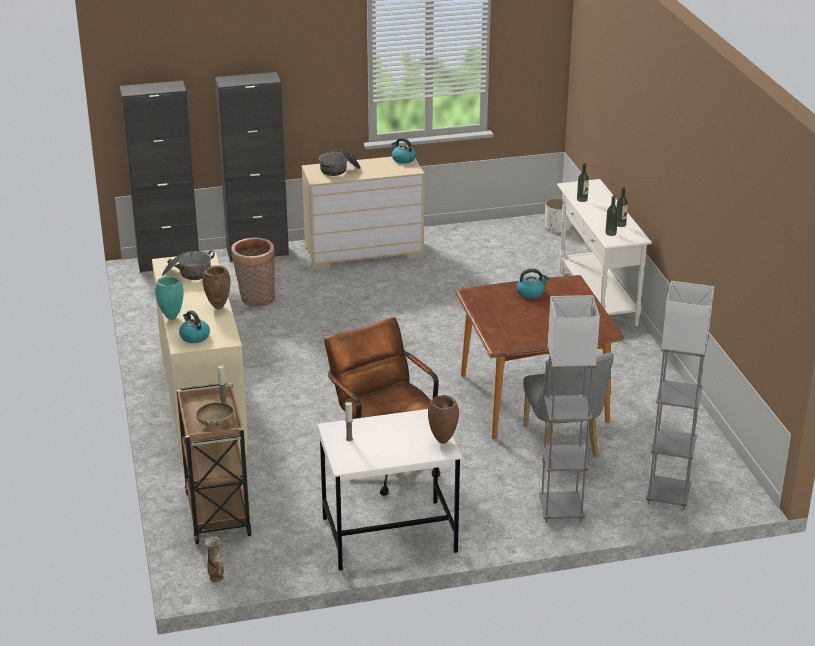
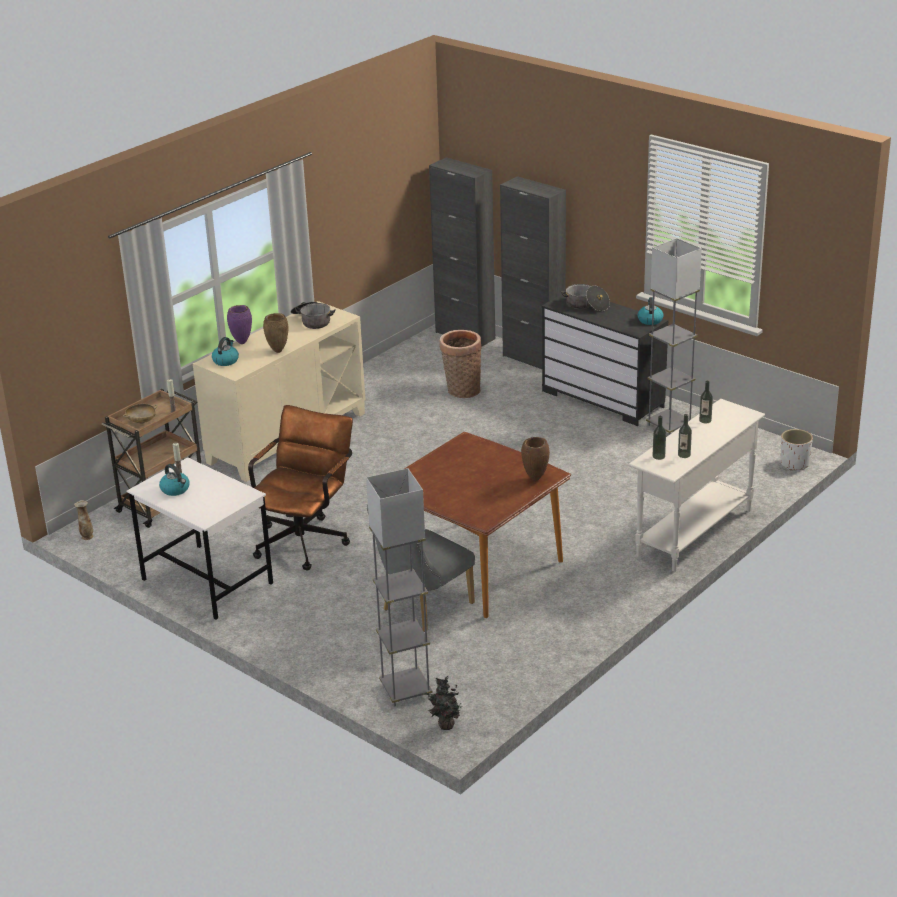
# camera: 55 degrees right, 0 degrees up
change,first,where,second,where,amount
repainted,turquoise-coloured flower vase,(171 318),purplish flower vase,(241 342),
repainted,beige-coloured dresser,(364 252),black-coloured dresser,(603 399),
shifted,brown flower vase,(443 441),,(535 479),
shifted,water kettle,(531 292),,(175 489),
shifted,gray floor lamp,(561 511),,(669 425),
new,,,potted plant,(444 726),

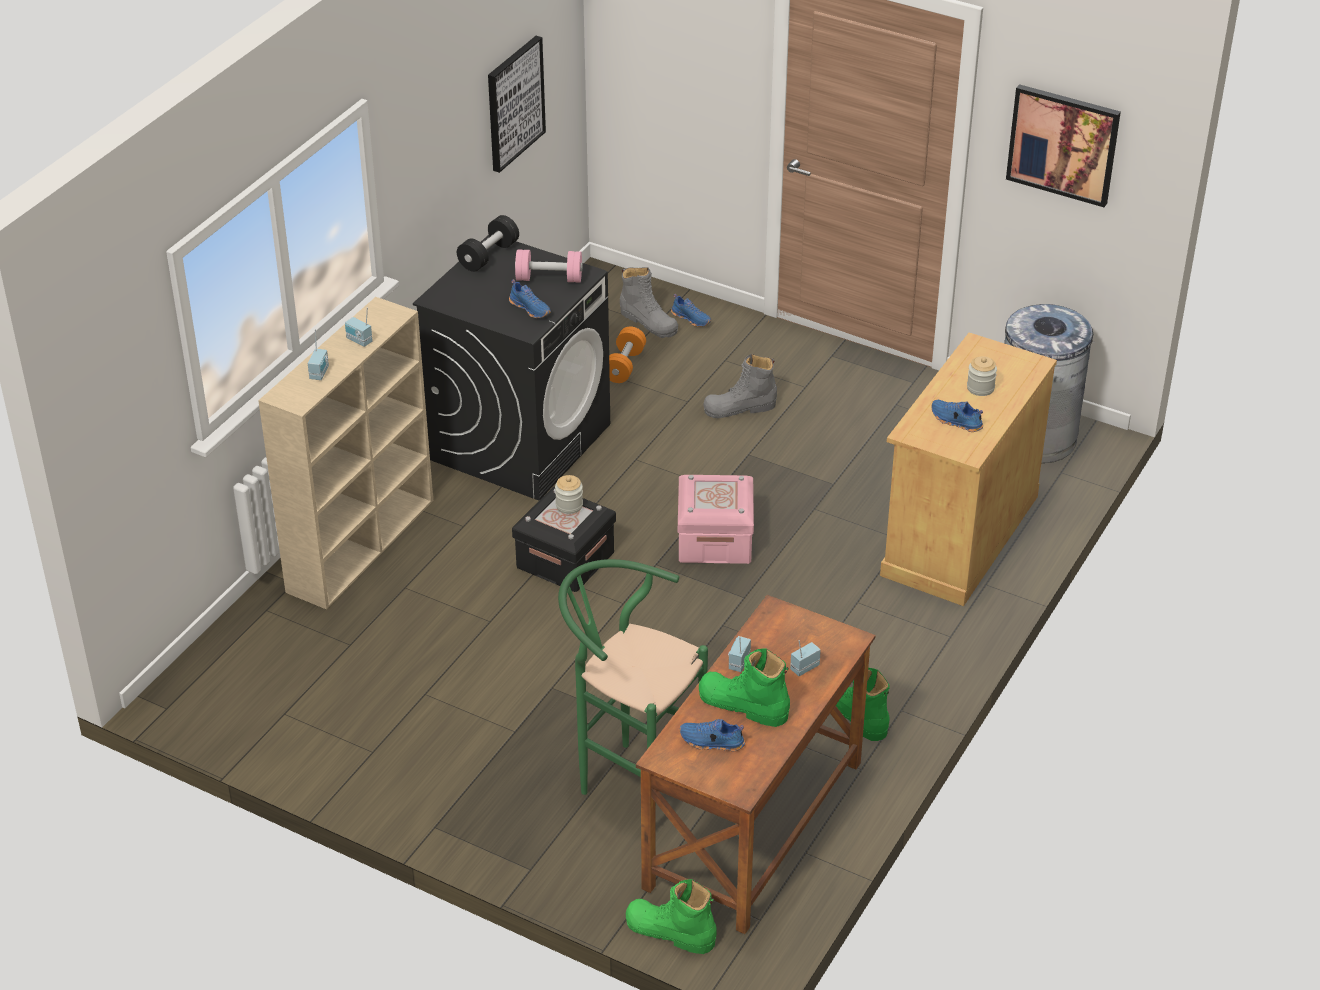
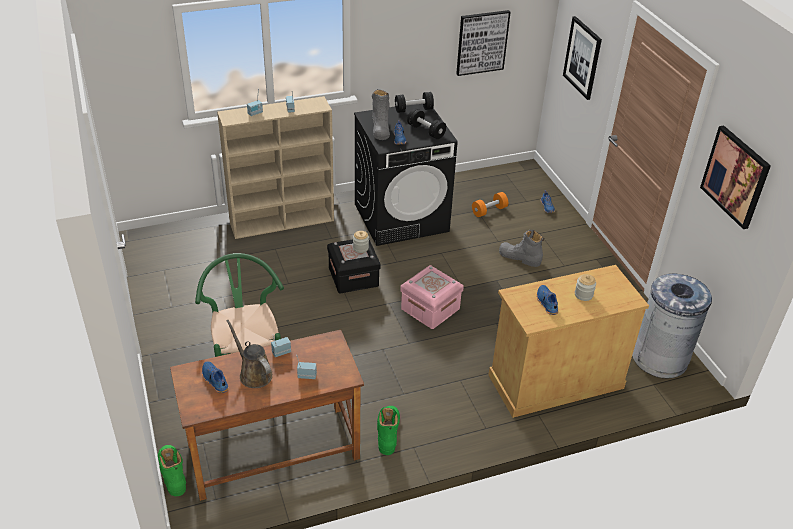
# camera: 40 degrees right, 0 degrees up
change,first,where,second,where,amount
repainted,pink-coloured free weight,(549 278),black-coloured free weight,(426 131),
shifted,gray boot,(648 322),,(380 128),
swapped,green boot,(743 705),brown watering can,(253 373),
new,,,picture,(582 57),

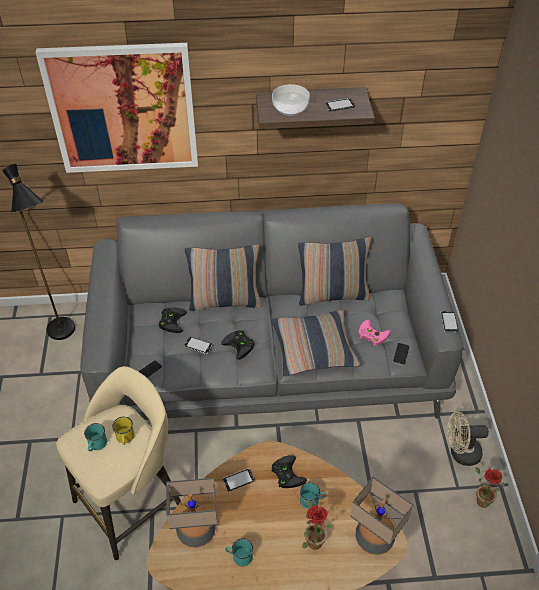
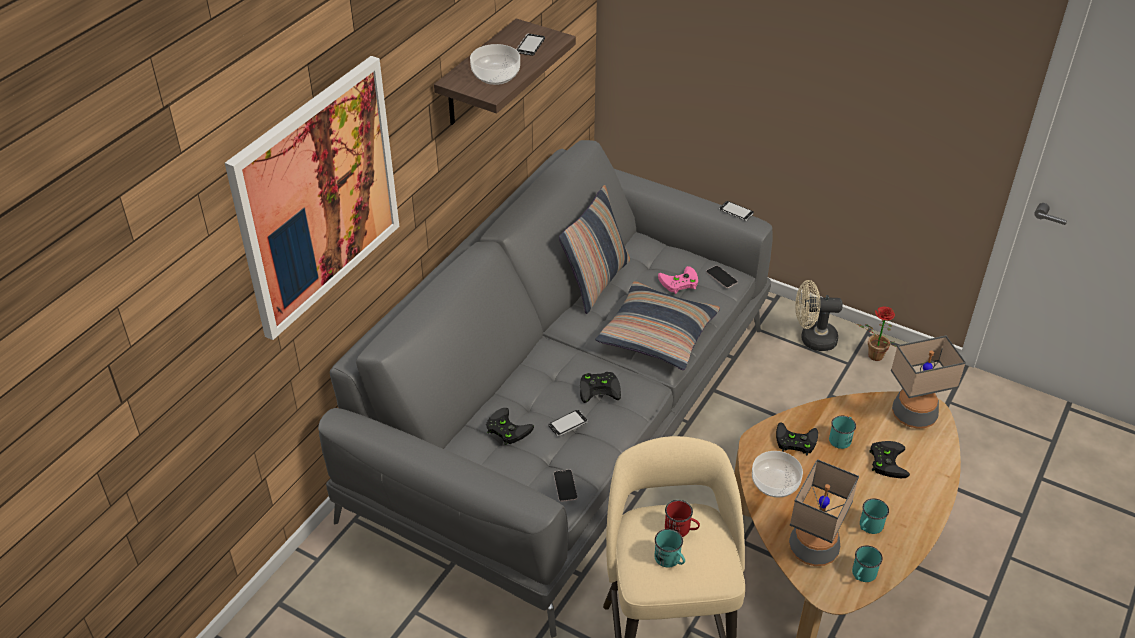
# camera: 55 degrees left, 5 degrees down
change,first,where,second,where,amount
gone,black-coloured floor lamp,(65 336),,,
repainted,yellow coffee mug,(125 438),red coffee mug,(681 529),
gone,pillow,(225 301),,,
swapped,handset,(238 480),deep dish,(774 483),
swapped,potted plant,(312 539),black-coloured gamepad,(886 460),
rotated,beige-coloured electric fan,(460 453),,(812 339),60 degrees clockwise
new,,,turquoise-coloured coffee mug,(862 575),

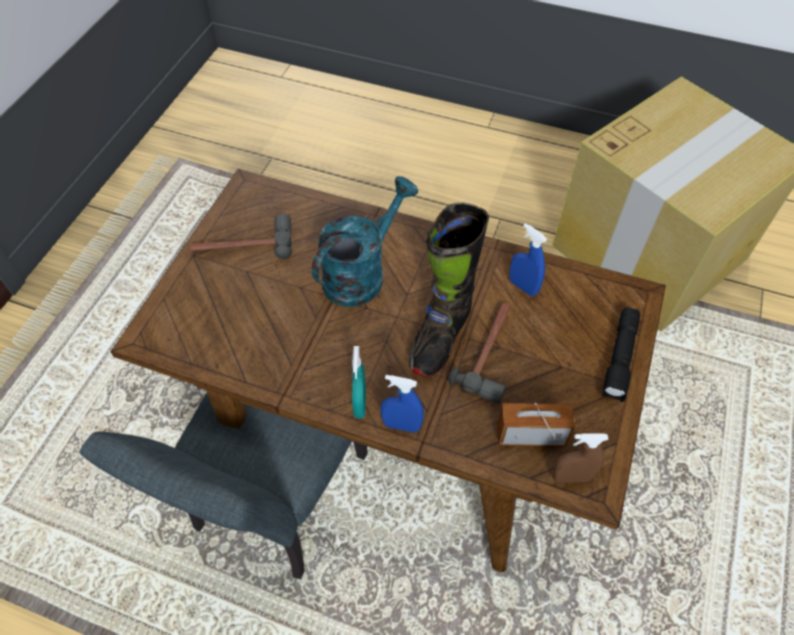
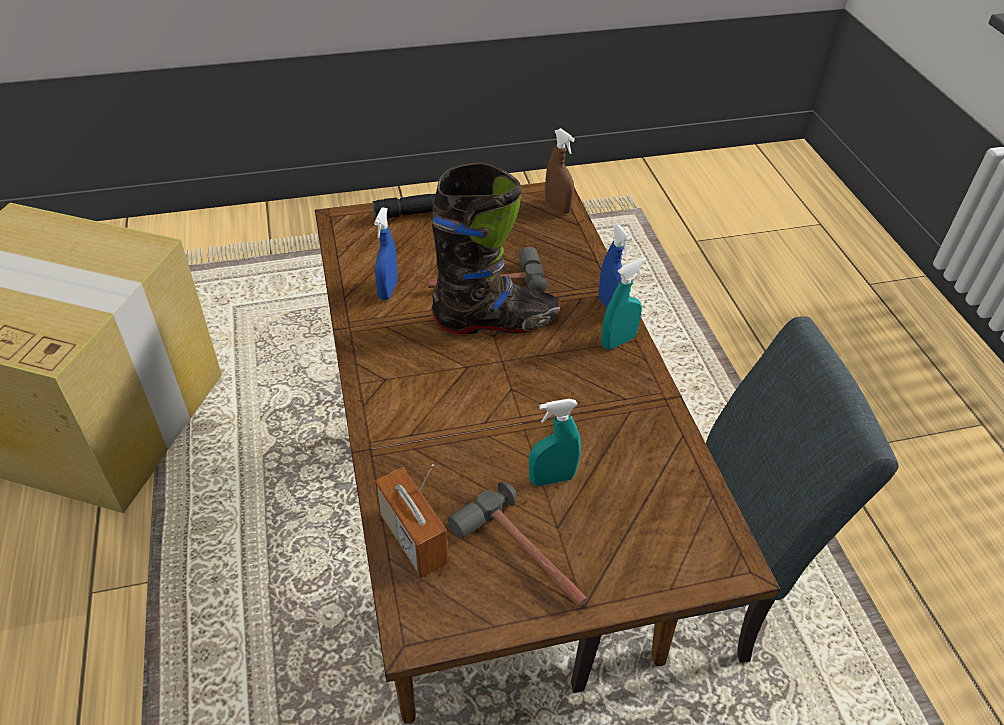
# camera: 125 degrees left, 10 degrees down
change,first,where,second,where,amount
gone,turquoise-coloured watering can,(361 273),,,
shifted,radio set,(530 435),,(412 539),
new,,,turquoise-coloured sprayer,(552 479),

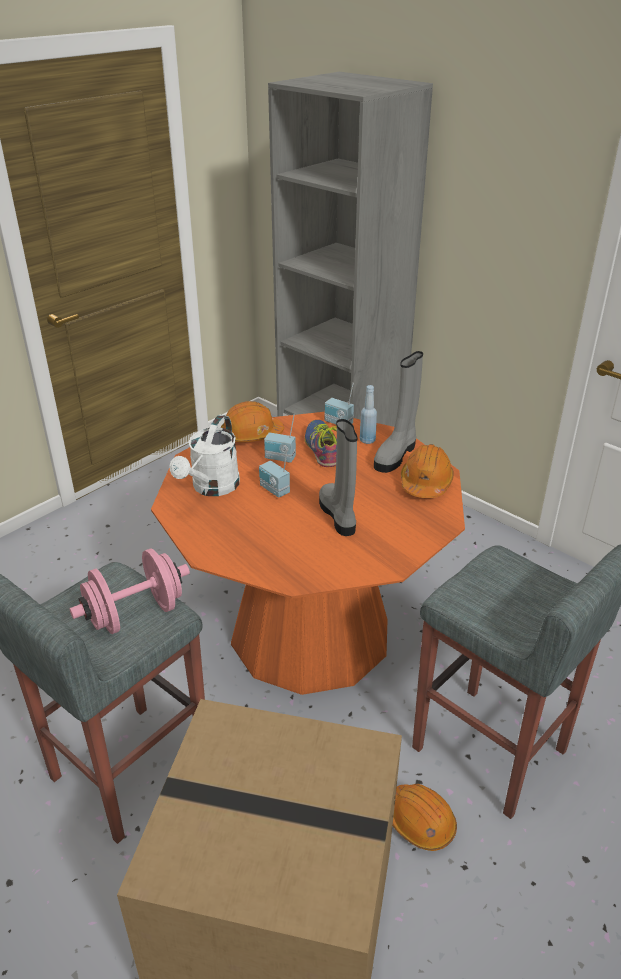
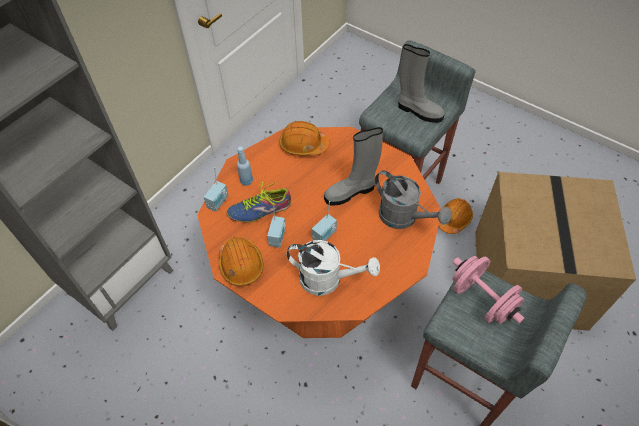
# camera: 95 degrees left, 20 degrees up
change,first,where,second,where,amount
shifted,gray boot,(396 455),,(418 111),
new,,,gray watering can,(404 218),

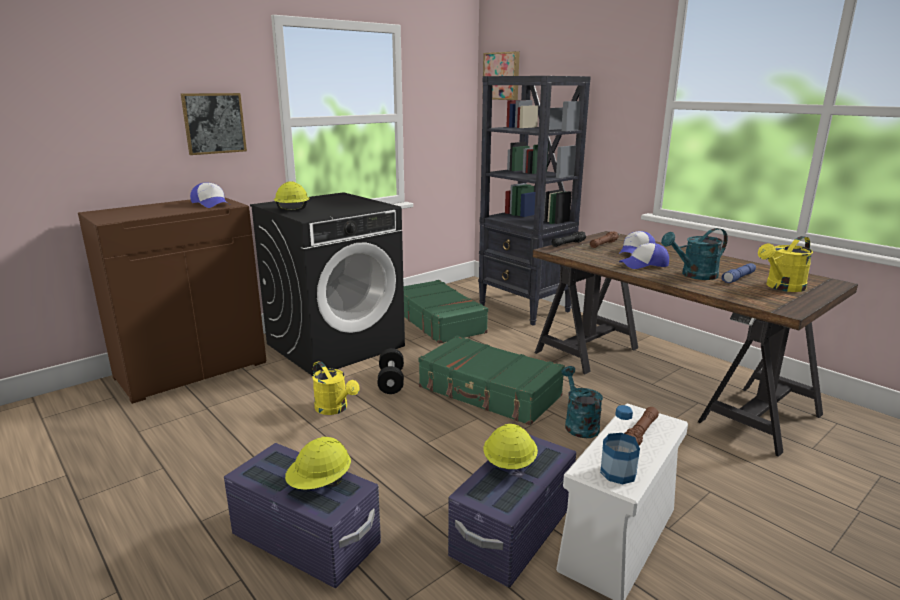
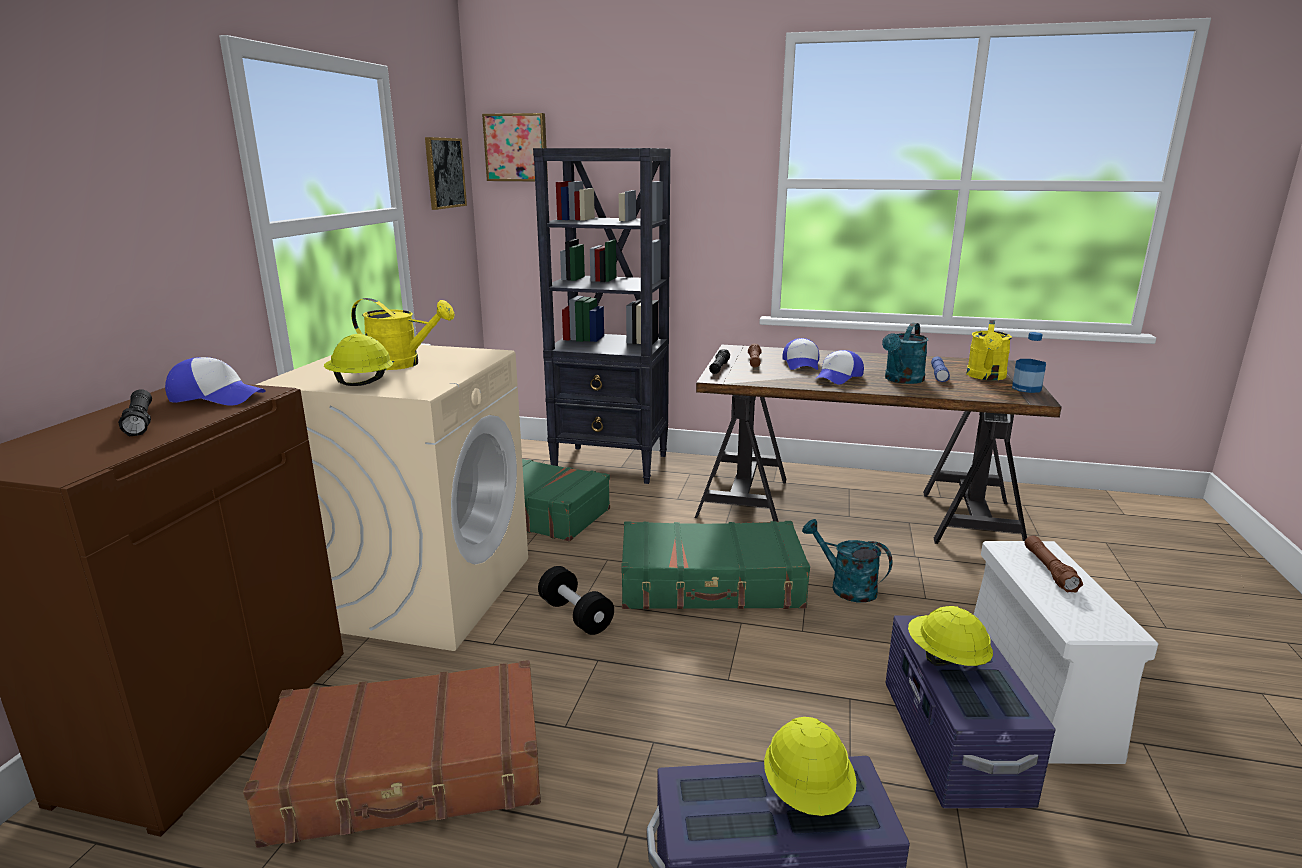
# camera: 35 degrees left, 0 degrees up
change,first,where,second,where,amount
shifted,picture,(214 123),,(444 173),
repainted,black-coloured washing machine,(336 344),beige-coloured washing machine,(422 590),
shifted,yellow watering can,(335 409),,(403 364),
shifted,beverage bottle,(618 473),,(1026 388),
new,,,black-coloured hand torch,(140 421),
new,,,brown piece of luggage,(410 774),

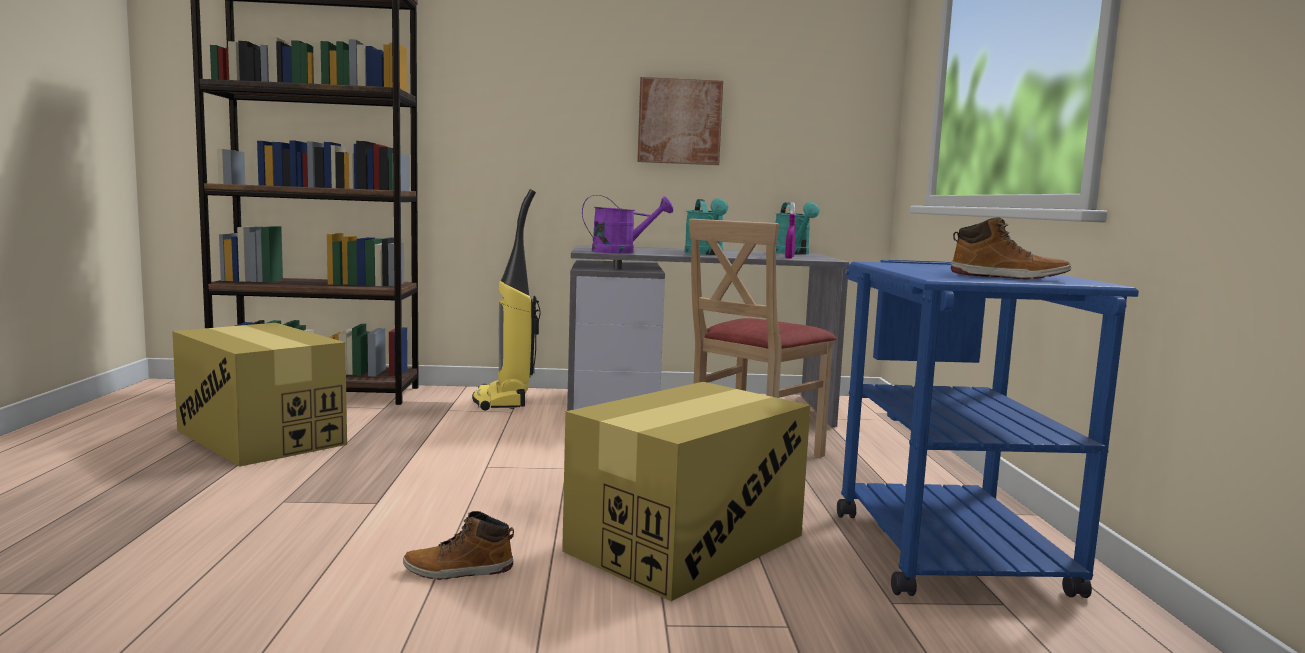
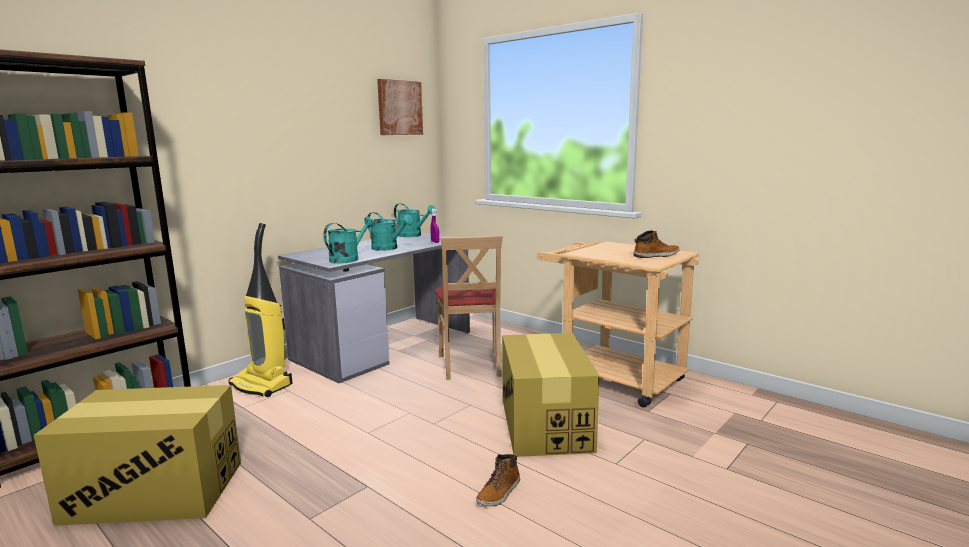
# camera: 45 degrees left, 5 degrees up
change,first,where,second,where,amount
repainted,purplish watering can,(621 252),turquoise-coloured watering can,(348 259),
shifted,picture,(679 122),,(399 108),
repainted,bluish trolley,(938 543),beige-coloured trolley,(612 377),

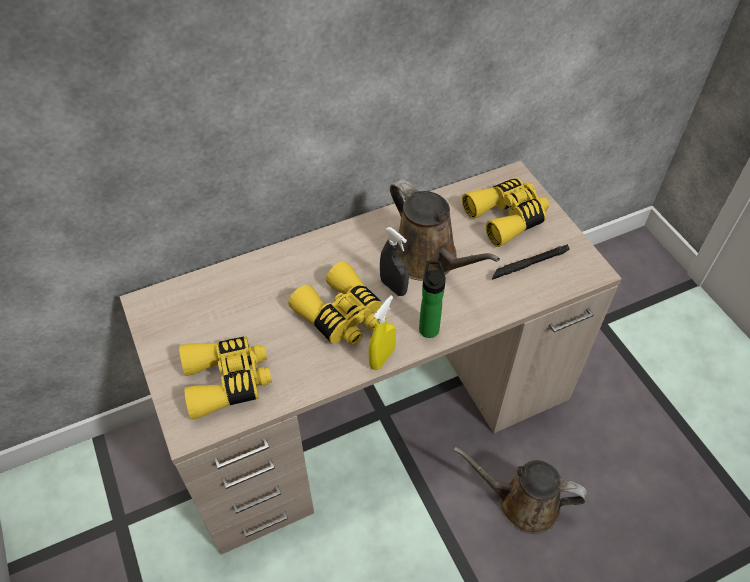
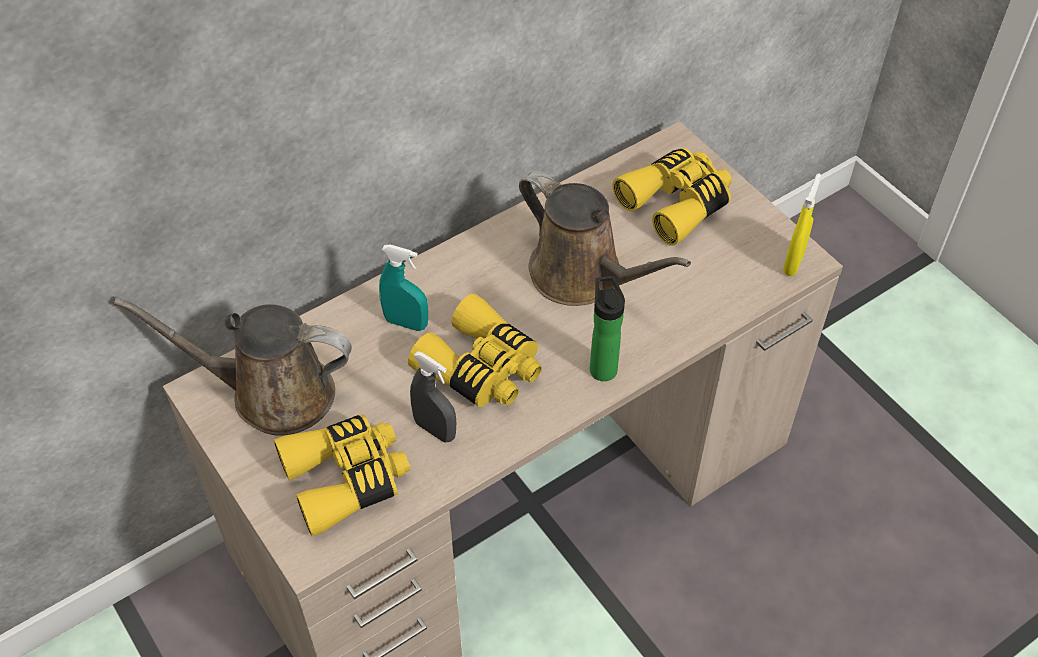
# camera: 10 degrees left, 0 degrees up
change,first,where,second,where,amount
shifted,yellow sprayer,(382 358),,(793 262),
shifted,gray sprayer,(393 287),,(435 429),
shifted,brown watering can,(522 502),,(272 393),
gone,black-coloured hand torch,(529 264),,,
new,,,turquoise-coloured sprayer,(406 323),

